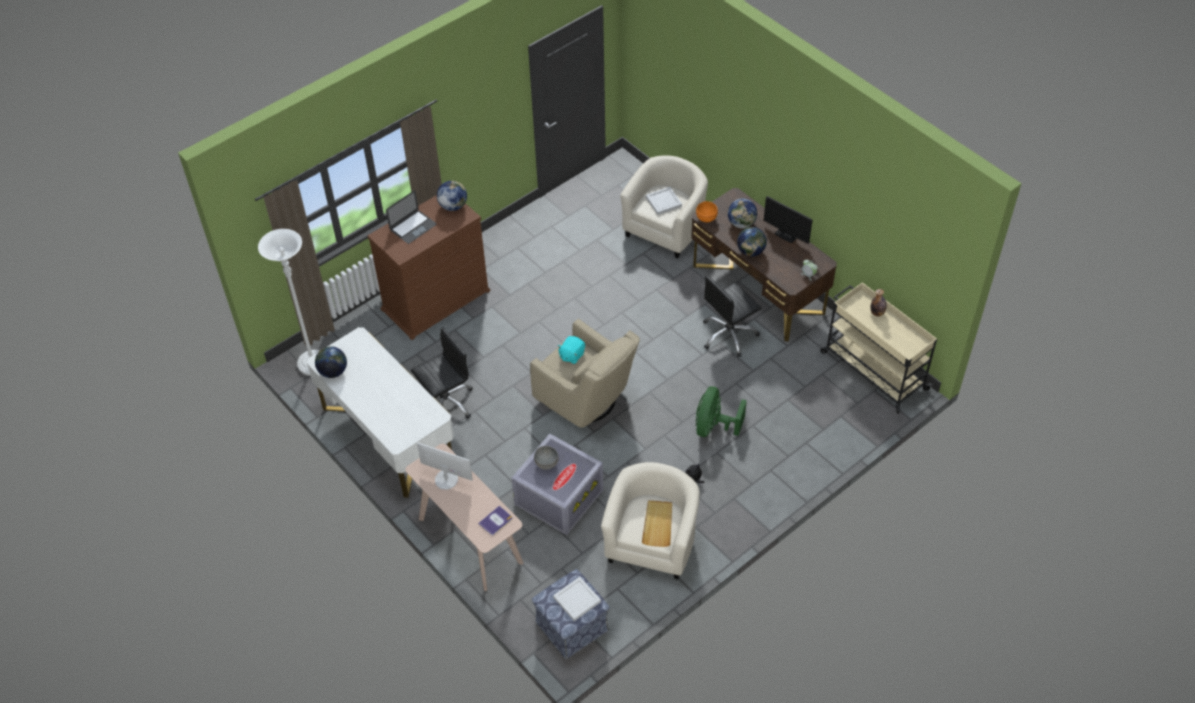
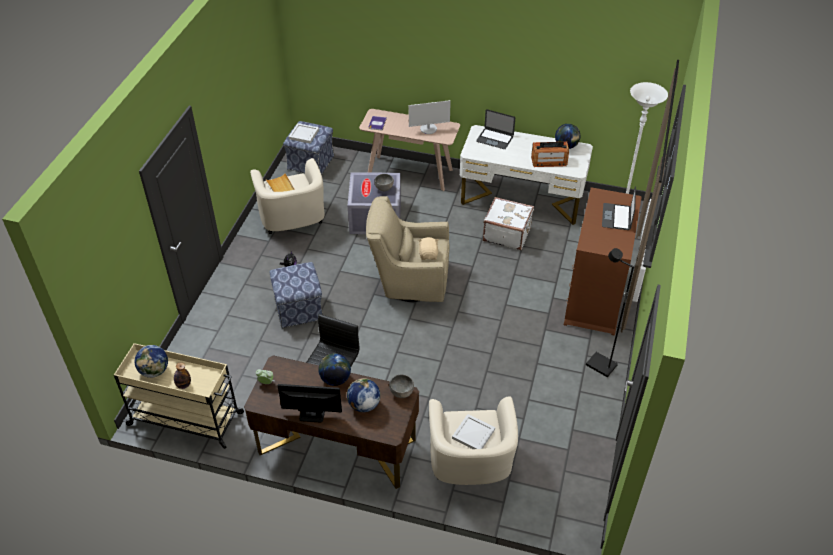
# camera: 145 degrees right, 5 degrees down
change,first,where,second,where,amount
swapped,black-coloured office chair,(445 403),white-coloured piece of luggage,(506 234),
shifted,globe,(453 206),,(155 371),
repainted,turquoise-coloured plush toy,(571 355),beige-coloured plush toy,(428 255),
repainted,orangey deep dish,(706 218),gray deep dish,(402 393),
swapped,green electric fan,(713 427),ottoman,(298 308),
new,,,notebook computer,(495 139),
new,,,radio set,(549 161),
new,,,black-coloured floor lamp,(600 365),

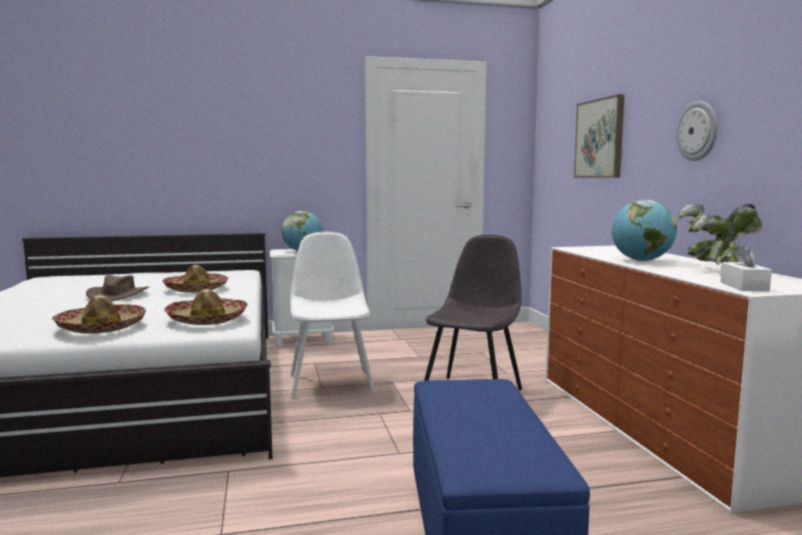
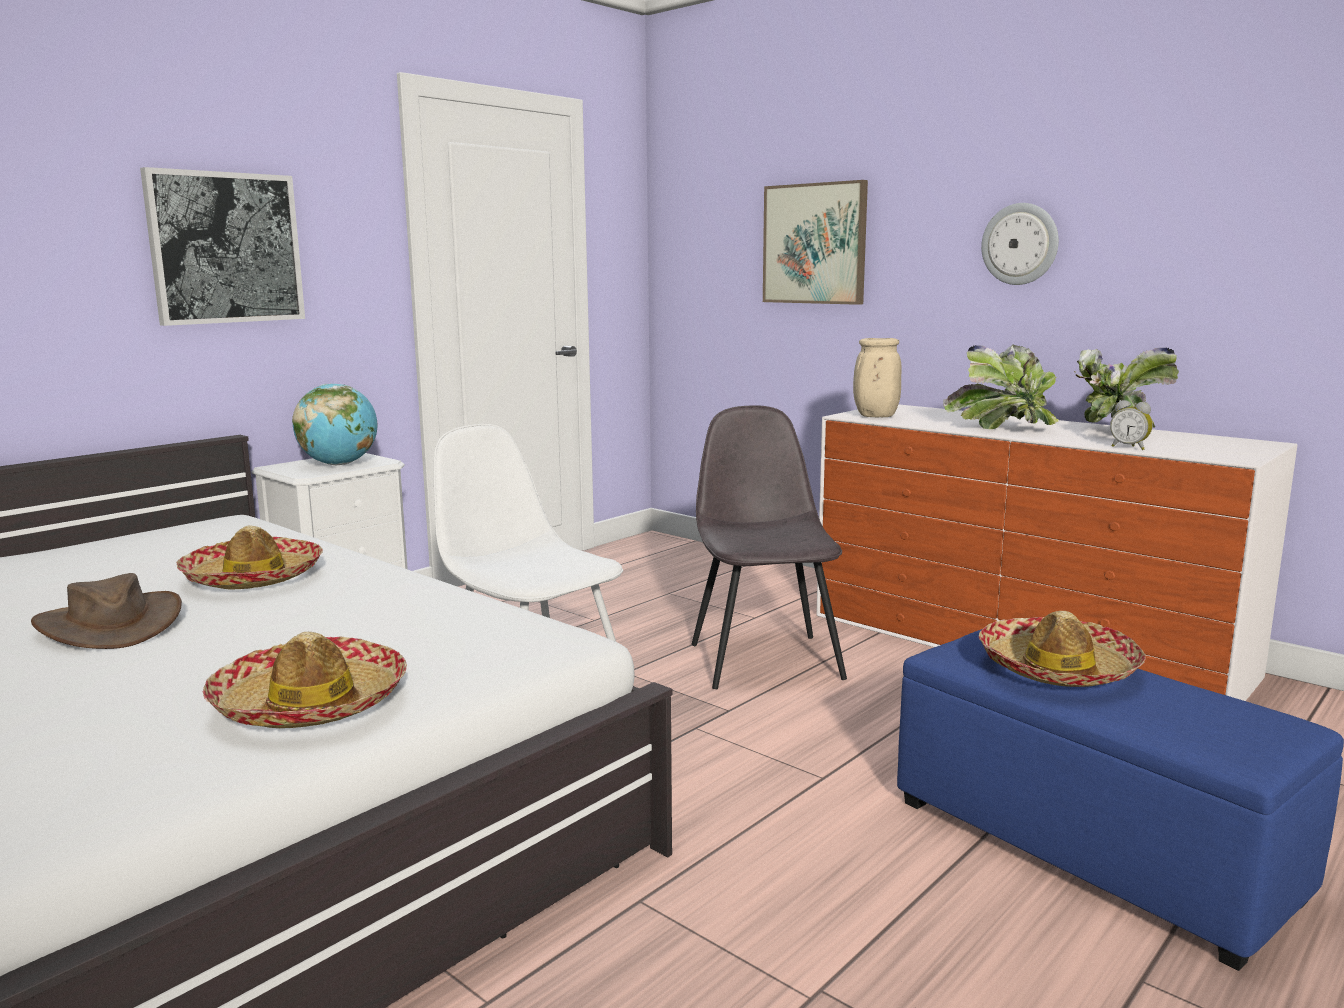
# camera: 35 degrees left, 5 degrees up
change,first,where,second,where,amount
shifted,clothing hat,(207 319),,(1057 669),
swapped,globe,(641 261),potted plant,(1000 428),
gone,white-coloured tissue holder,(744 286),,,
new,,,picture,(225 248),
new,,,beige-coloured flower vase,(875 416),
new,,,table clock,(1129 447),

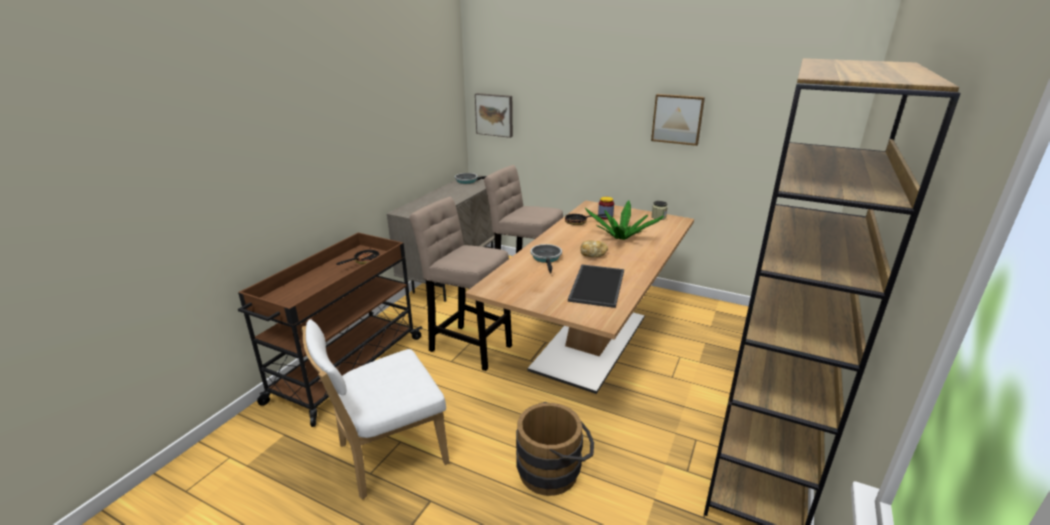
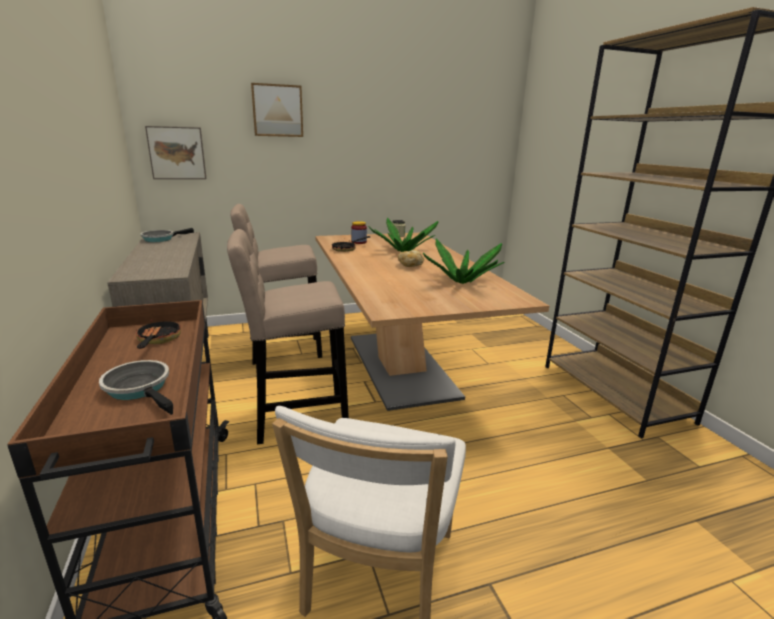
# camera: 45 degrees left, 5 degrees down
change,first,where,second,where,amount
gone,brown bucket,(554 470),,,
shifted,skillet,(546 258),,(140 388),
swapped,tray,(596 285),potted plant,(461 282),
shifted,picture,(677 119),,(277 111),

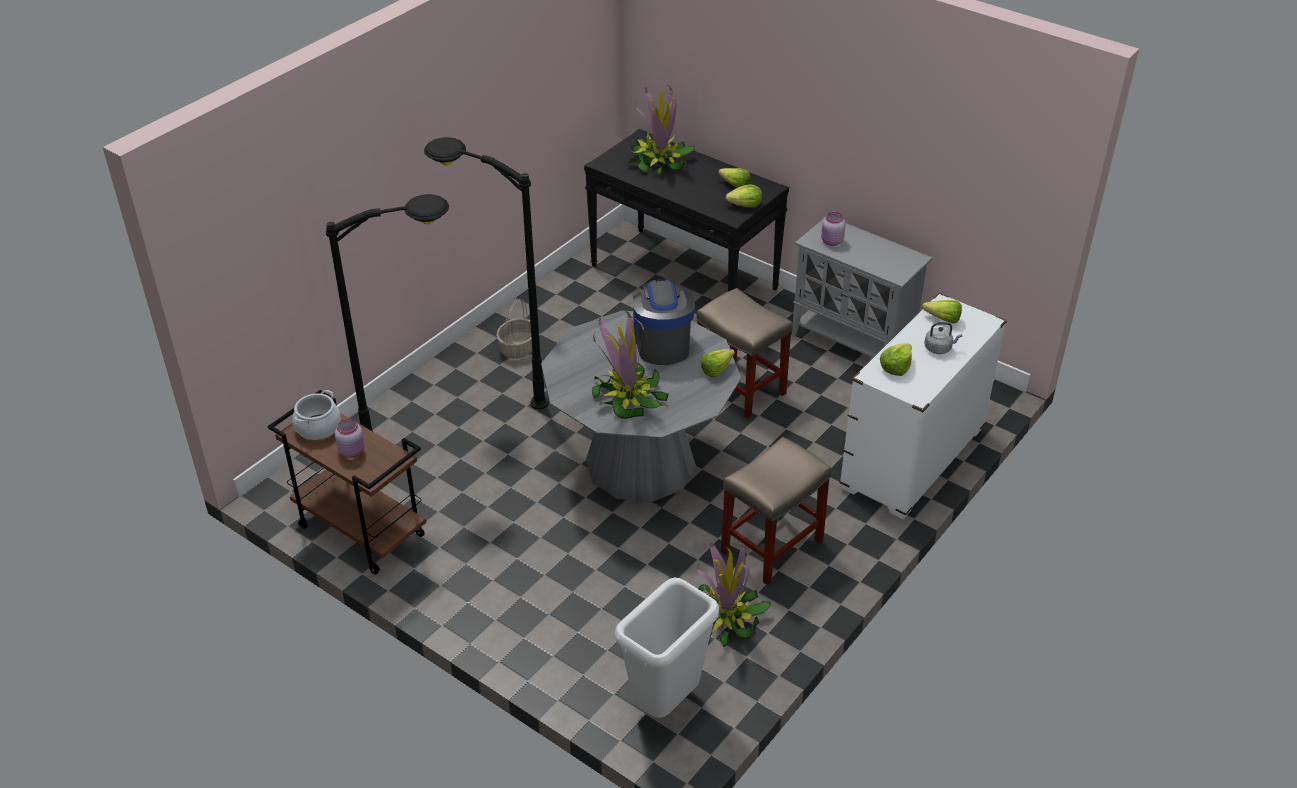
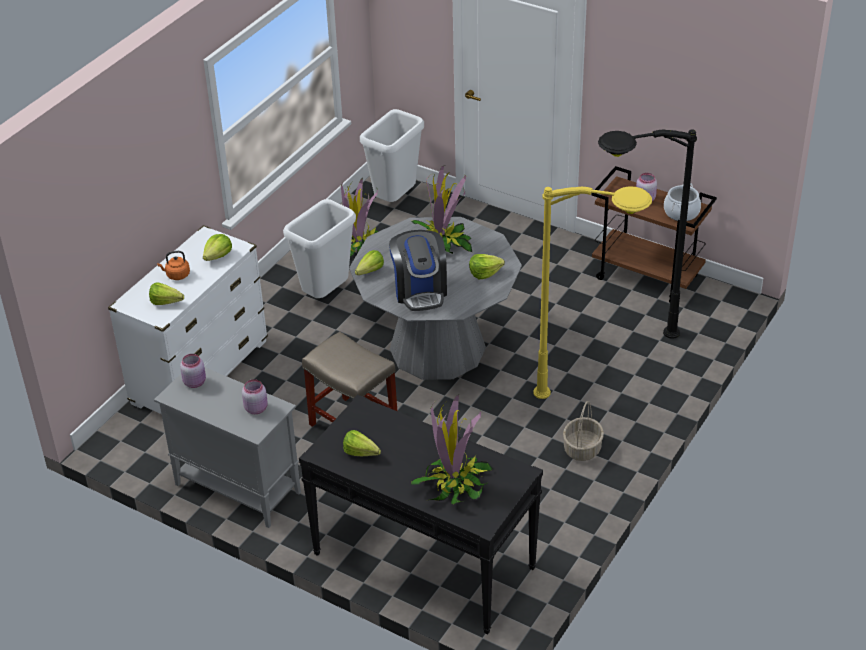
# camera: 175 degrees right, 0 degrees up
change,first,where,second,where,amount
repainted,black-coloured floor lamp,(489 387),yellow floor lamp,(594 404),
swapped,beige-coloured sitting stool,(771 547),white-coloured waste bin,(325 294),
shifted,lettuce,(745 205),,(484 273),
repainted,gray water kettle,(939 348),orangey water kettle,(176 275),
new,,,pink-coloured storage jar,(195 382),

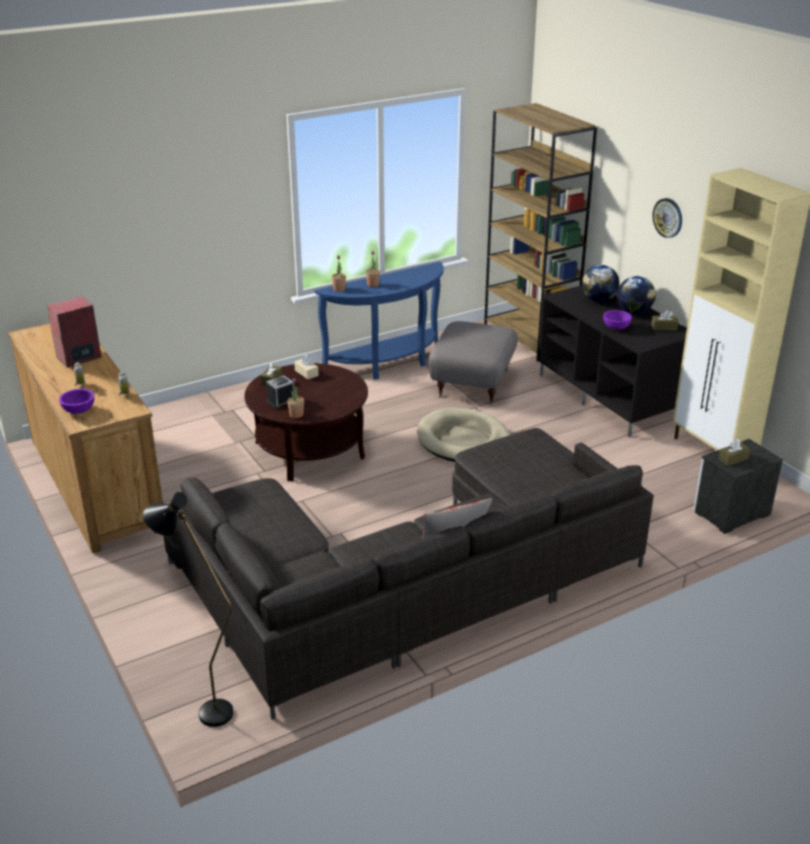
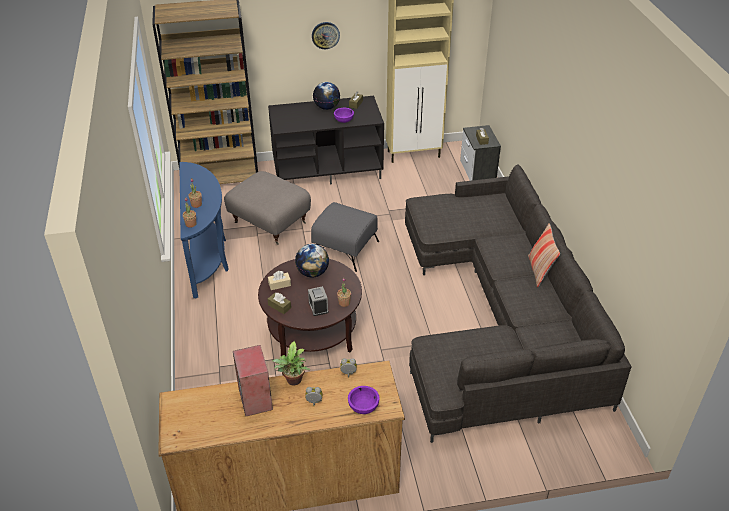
# camera: 70 degrees left, 10 degrees up
change,first,where,second,where,amount
gone,black-coloured floor lamp,(205 709),,,
swapped,beige-coloured dog cushion,(463 441),gray ottoman,(345 249),
shifted,globe,(598 300),,(312 273),
new,,,potted plant,(293 381),

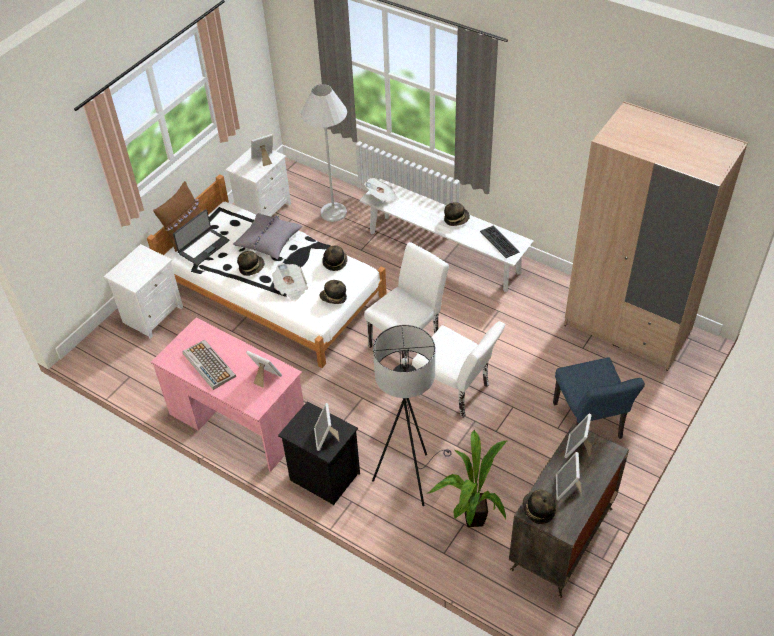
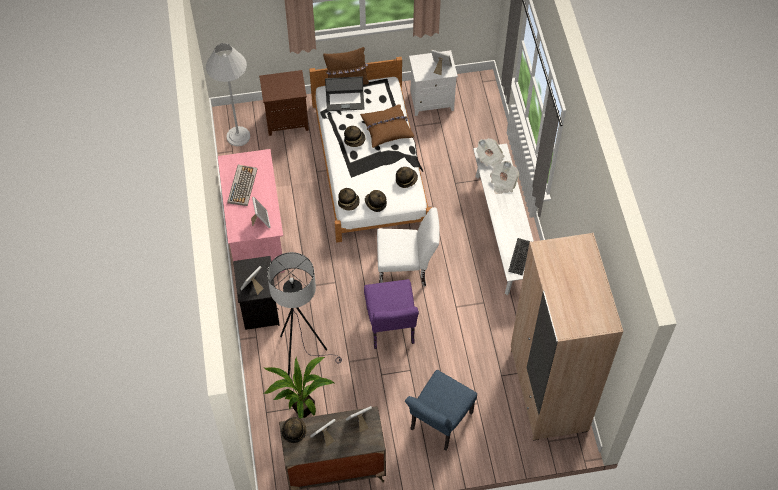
# camera: 45 degrees right, 10 degrees up
change,first,where,second,where,amount
repainted,white-coloured night table,(152 314),brown night table,(287 120),
repainted,gray pillow,(268 240),brown pillow,(387 129),
shifted,printed paper,(291 288),,(503 183),
shifted,white-coloured floor lamp,(333 212),,(238 136),
repainted,white-coloured upright chair,(456 392),purplish upright chair,(391 329),
shifted,clothing hat,(456 219),,(349 203),

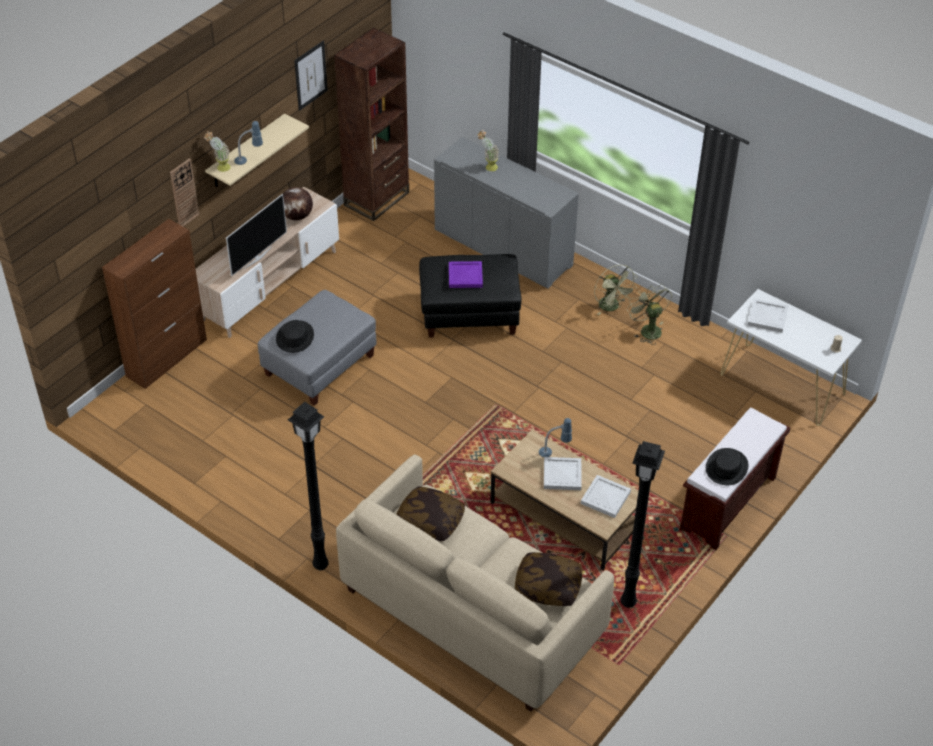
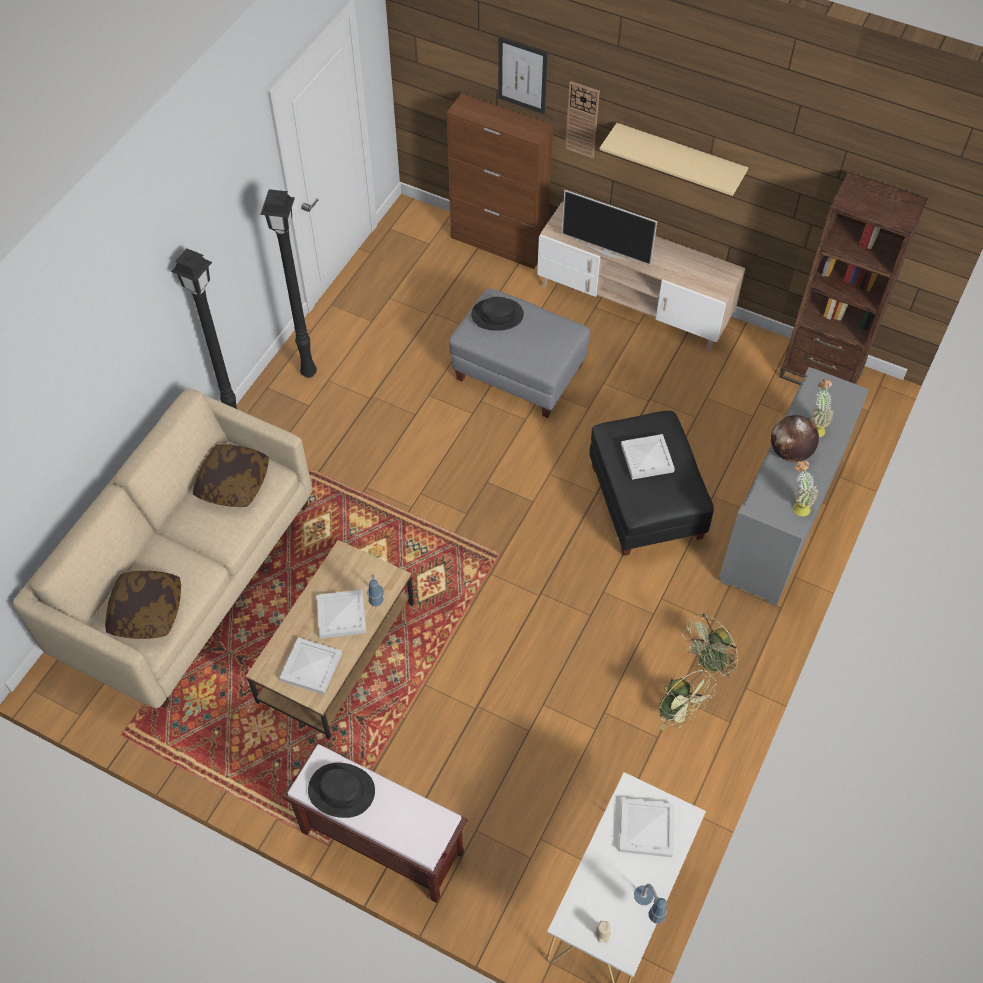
# camera: 80 degrees right, 10 degrees up
change,first,where,second,where,amount
shifted,potted plant,(220 168),,(797 506),
shifted,lamp for a table,(249 160),,(648 909),
shifted,globe,(297 216),,(790 452),
shifted,picture,(310 75),,(522 75),
repainted,purplish tray,(466 276),white-coloured tray,(646 459),
shifted,black-coloured floor lamp,(627 601),,(310 372),
rotated,green electric fan,(647 329),,(679 712),90 degrees clockwise

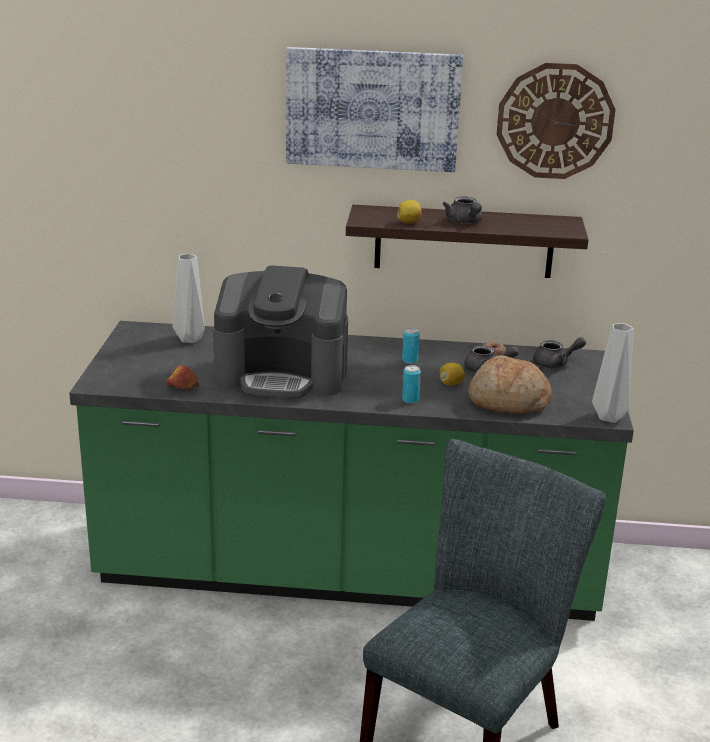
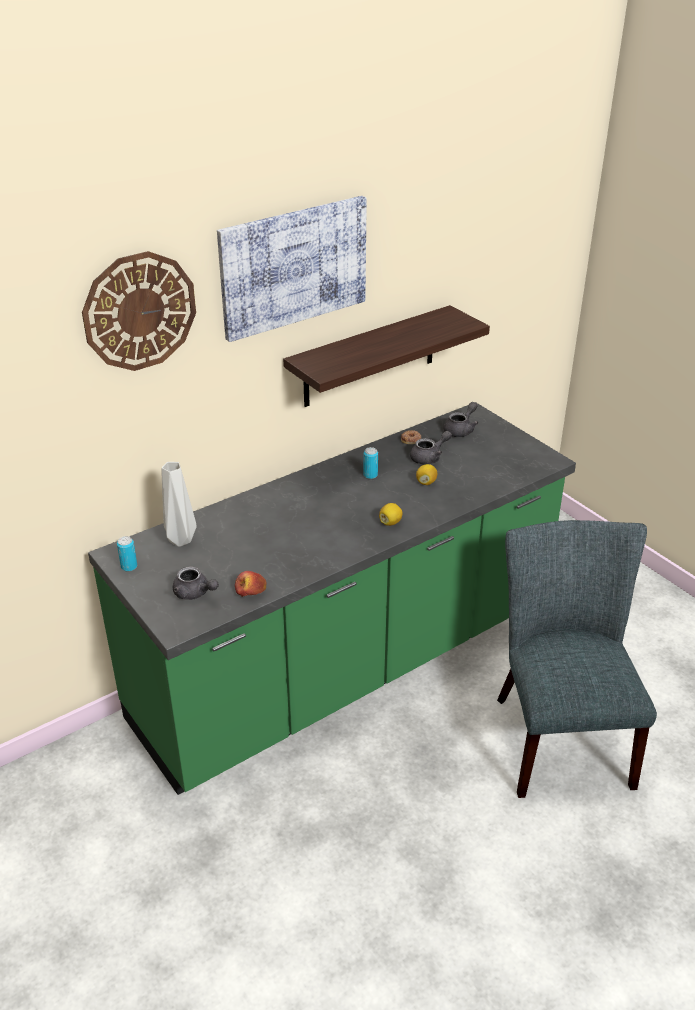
# camera: 40 degrees left, 10 degrees up
change,first,where,second,where,amount
gone,coffee machine,(282 374),,,
shifted,citrus fruit,(409 222),,(390 522),
shifted,sealed can,(410 400),,(129 566),
shifted,gray pot for tea,(465 222),,(194 593),
gone,baked bread,(507 401),,,
shifted,hanging clock,(555 121),,(139 311),
gone,gray flower vase,(610 418),,,

